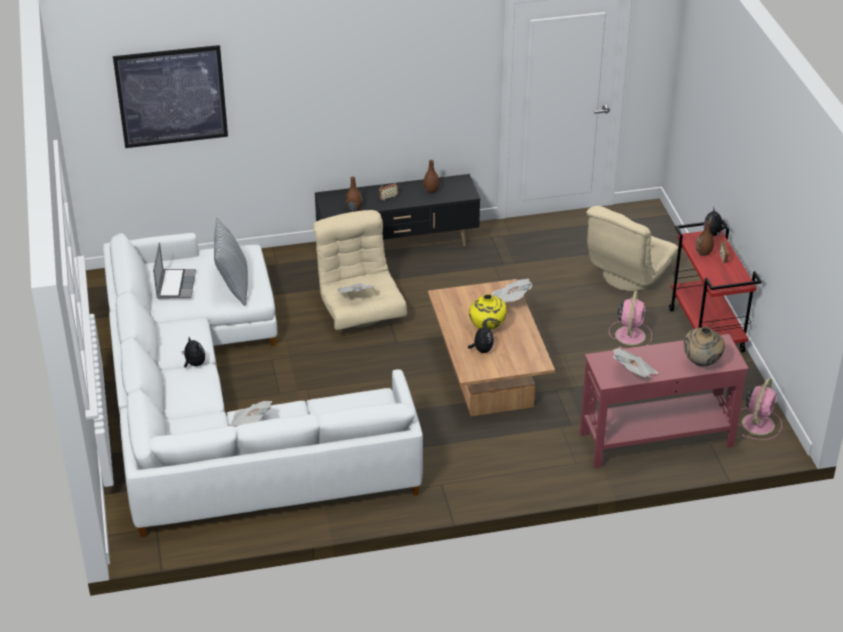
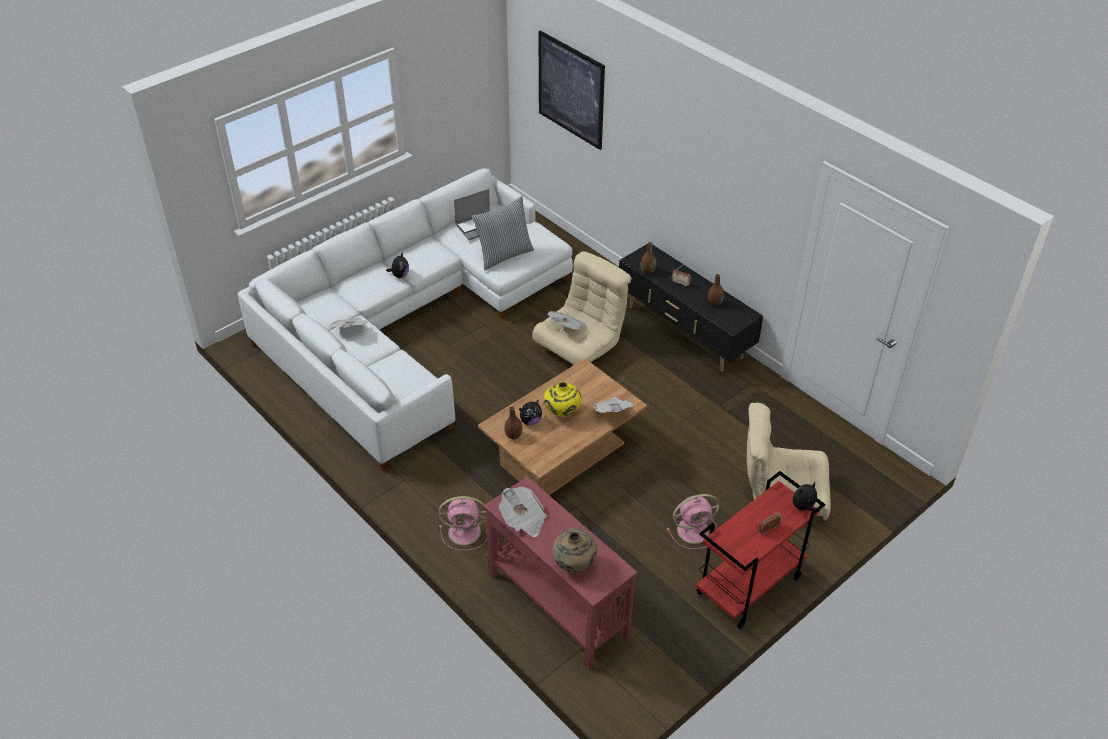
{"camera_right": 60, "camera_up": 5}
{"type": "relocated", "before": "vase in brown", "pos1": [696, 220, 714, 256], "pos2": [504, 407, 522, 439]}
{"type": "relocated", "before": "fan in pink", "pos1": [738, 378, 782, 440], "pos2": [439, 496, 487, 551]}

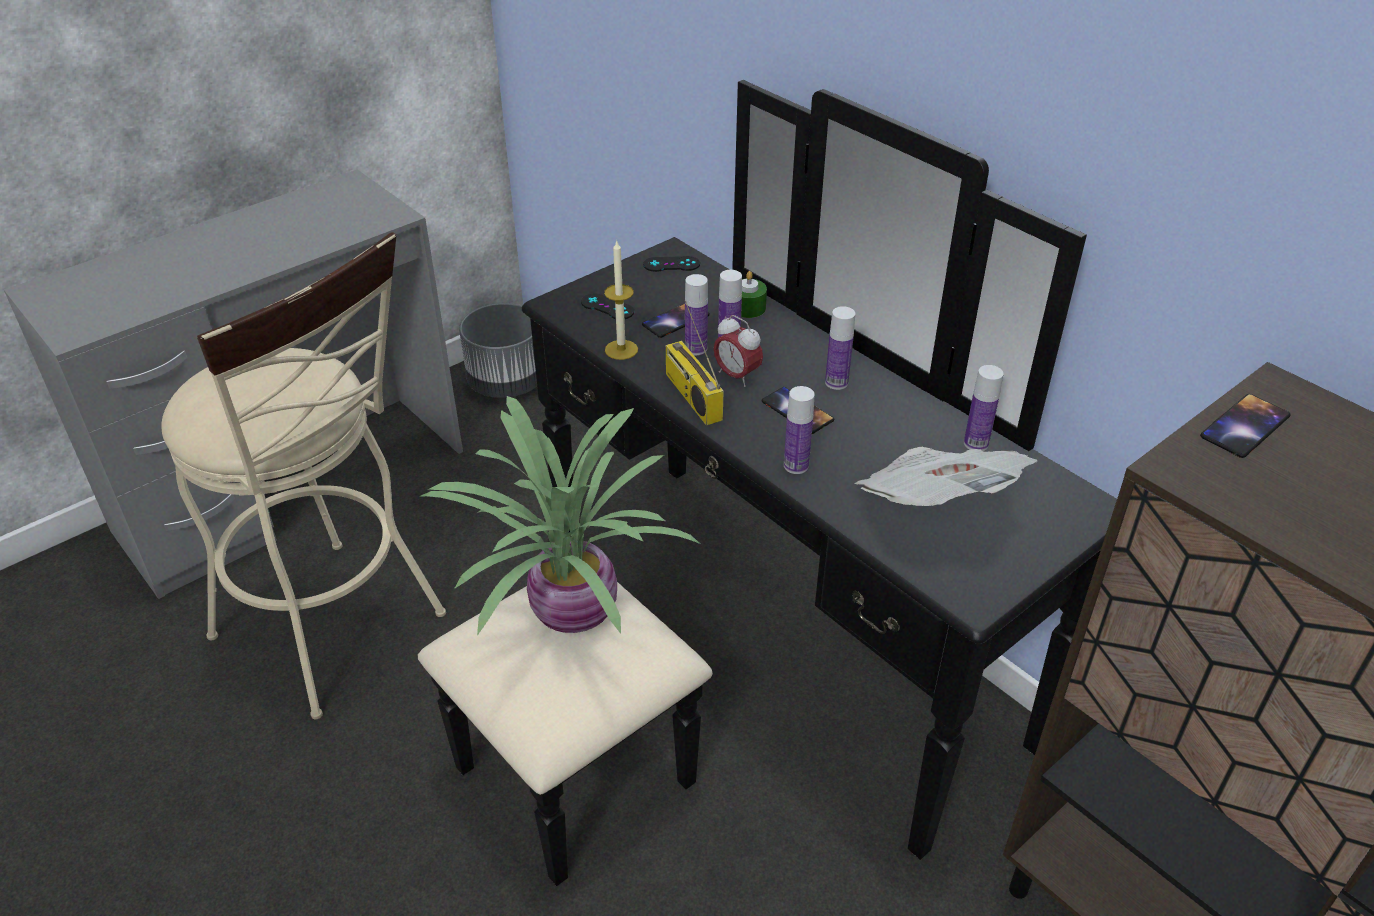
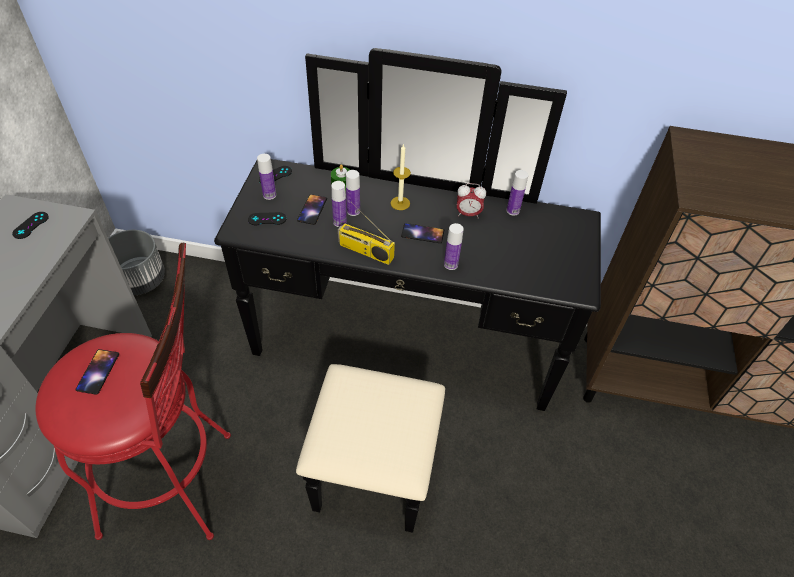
{"camera_right": -40, "camera_up": 10}
{"type": "colour", "before": "stool in beige", "after": "stool in red", "pos1": [162, 232, 446, 719], "pos2": [35, 243, 231, 540]}
{"type": "missing", "before": "potted plant", "pos1": [421, 396, 702, 636]}
{"type": "relocated", "before": "candle", "pos1": [604, 240, 638, 360], "pos2": [390, 145, 411, 210]}
{"type": "relocated", "before": "alarm clock", "pos1": [714, 315, 763, 387], "pos2": [457, 183, 486, 217]}
{"type": "relocated", "before": "bottle", "pos1": [825, 306, 855, 390], "pos2": [257, 154, 276, 200]}
{"type": "missing", "before": "newspaper", "pos1": [855, 447, 1037, 506]}
{"type": "relocated", "before": "phone", "pos1": [1200, 394, 1290, 458], "pos2": [76, 349, 119, 395]}
{"type": "appeared", "after": "game controller in black", "pos2": [12, 212, 49, 239]}

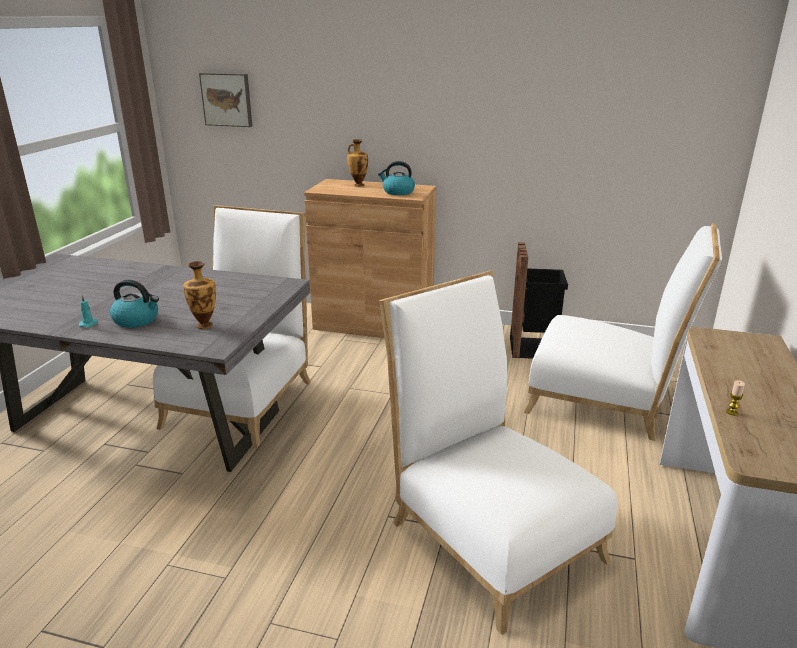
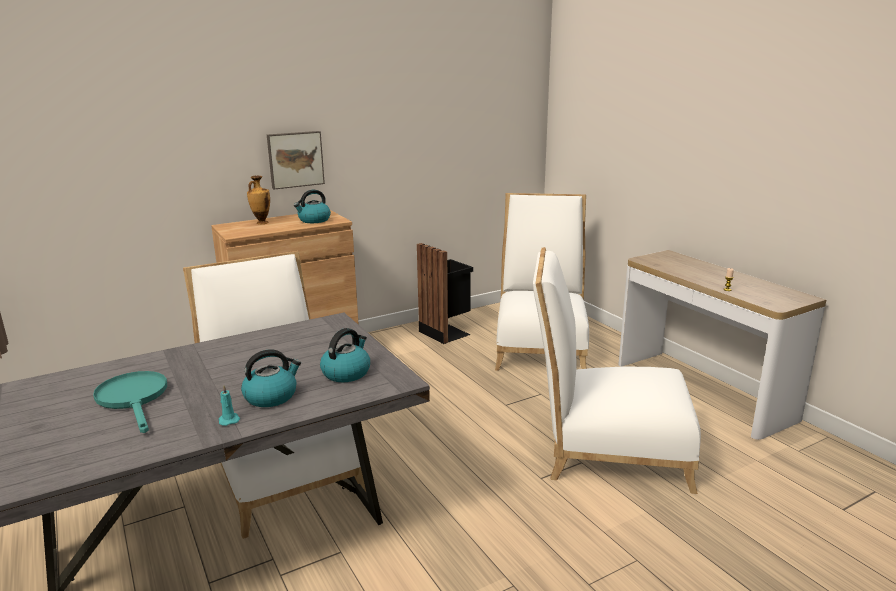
{"camera_right": -45, "camera_up": -5}
{"type": "exchanged", "before": "vase", "after": "kettle", "pos1": [183, 261, 216, 329], "pos2": [320, 328, 370, 382]}
{"type": "relocated", "before": "picture", "pos1": [199, 73, 252, 127], "pos2": [267, 131, 325, 189]}
{"type": "spun", "before": "chair in white", "pos1": [524, 223, 722, 441], "pos2": [495, 193, 589, 371], "turn": -60}
{"type": "appeared", "after": "frying pan in turquoise", "pos2": [93, 371, 167, 433]}

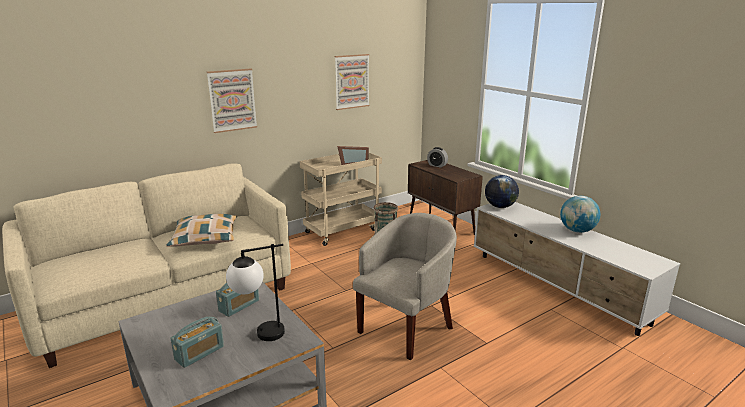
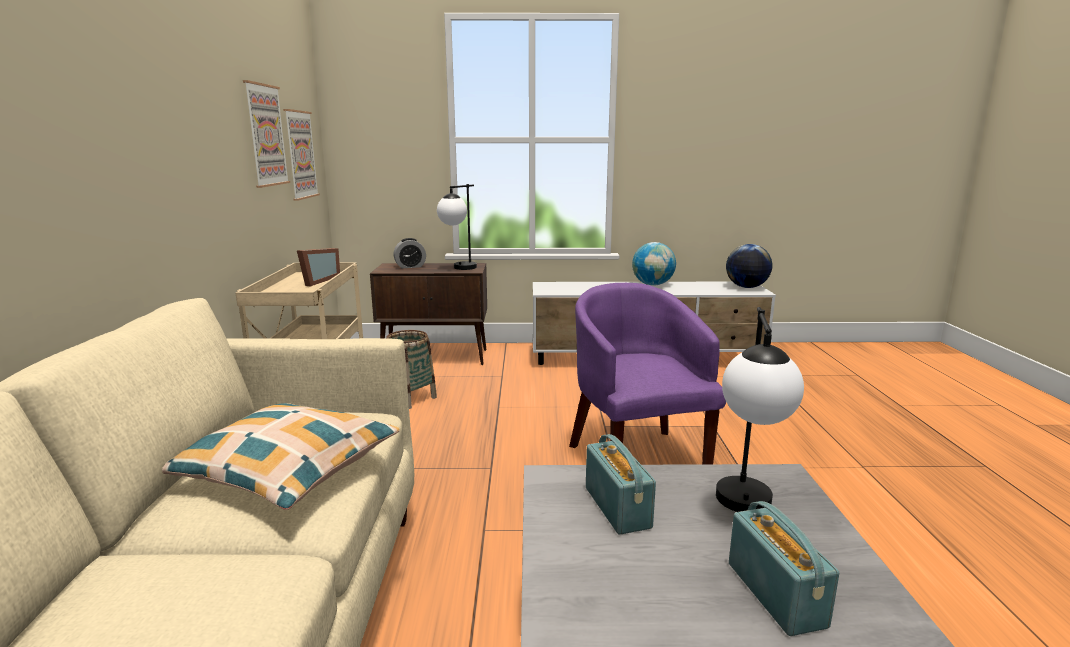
{"camera_right": -55, "camera_up": -5}
{"type": "relocated", "before": "picture", "pos1": [207, 69, 257, 133], "pos2": [283, 109, 320, 201]}
{"type": "colour", "before": "armchair in beige", "after": "armchair in purple", "pos1": [353, 213, 457, 360], "pos2": [569, 283, 726, 464]}
{"type": "relocated", "before": "globe", "pos1": [485, 175, 519, 208], "pos2": [726, 244, 772, 288]}
{"type": "appeared", "after": "table lamp", "pos2": [437, 184, 477, 270]}

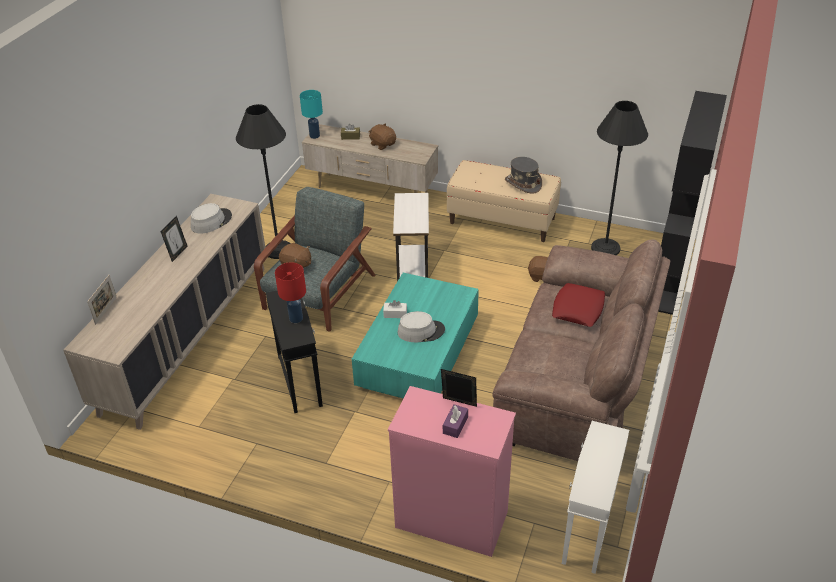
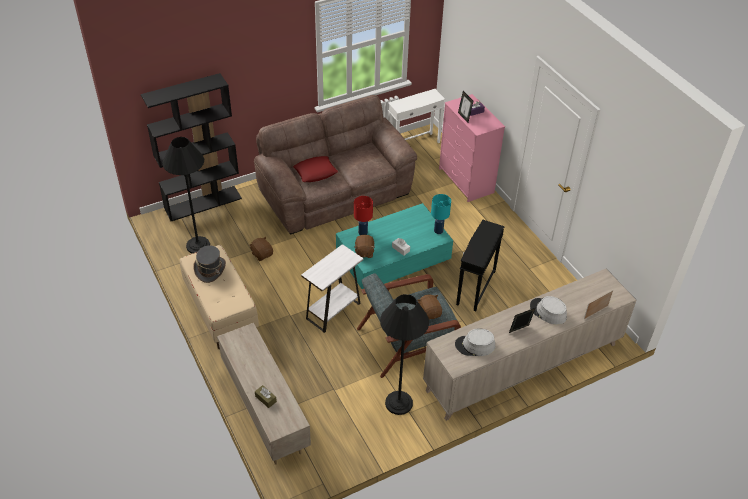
{"camera_right": -140, "camera_up": 5}
{"type": "relocated", "before": "table lamp in red", "pos1": [275, 262, 306, 323], "pos2": [354, 196, 373, 235]}
{"type": "relocated", "before": "table lamp in turquoise", "pos1": [300, 90, 323, 139], "pos2": [431, 194, 451, 234]}
{"type": "relocated", "before": "plush toy in brown", "pos1": [368, 123, 396, 150], "pos2": [354, 235, 375, 258]}
{"type": "relocated", "before": "hat in grey", "pos1": [398, 311, 445, 342], "pos2": [530, 296, 567, 325]}

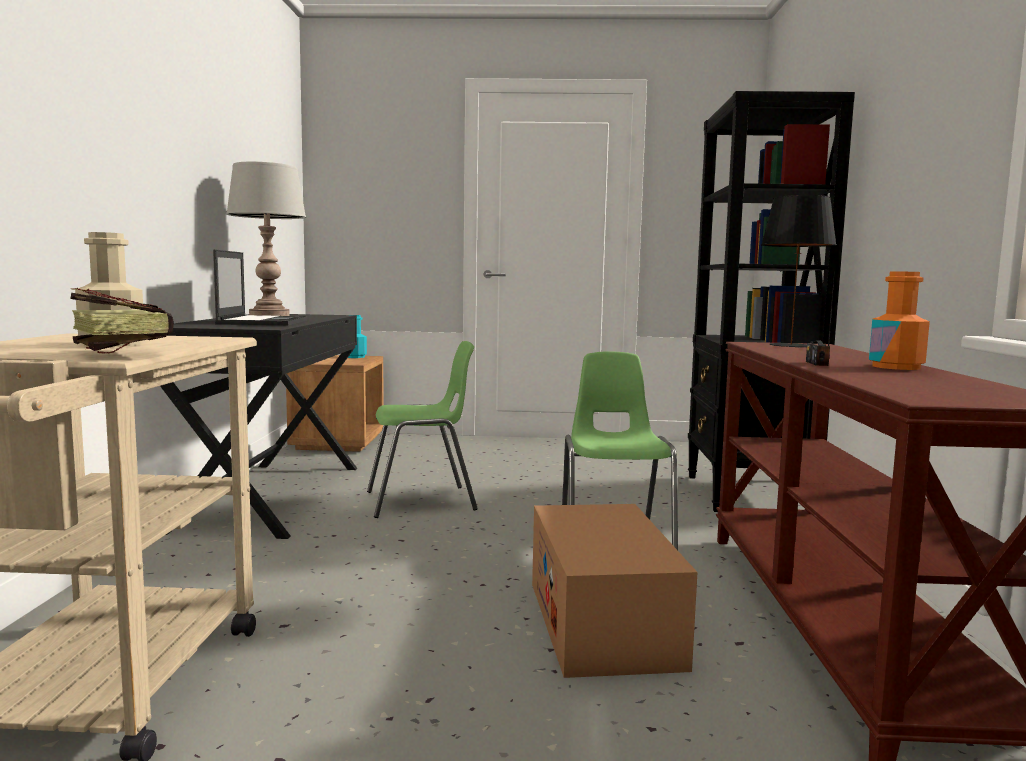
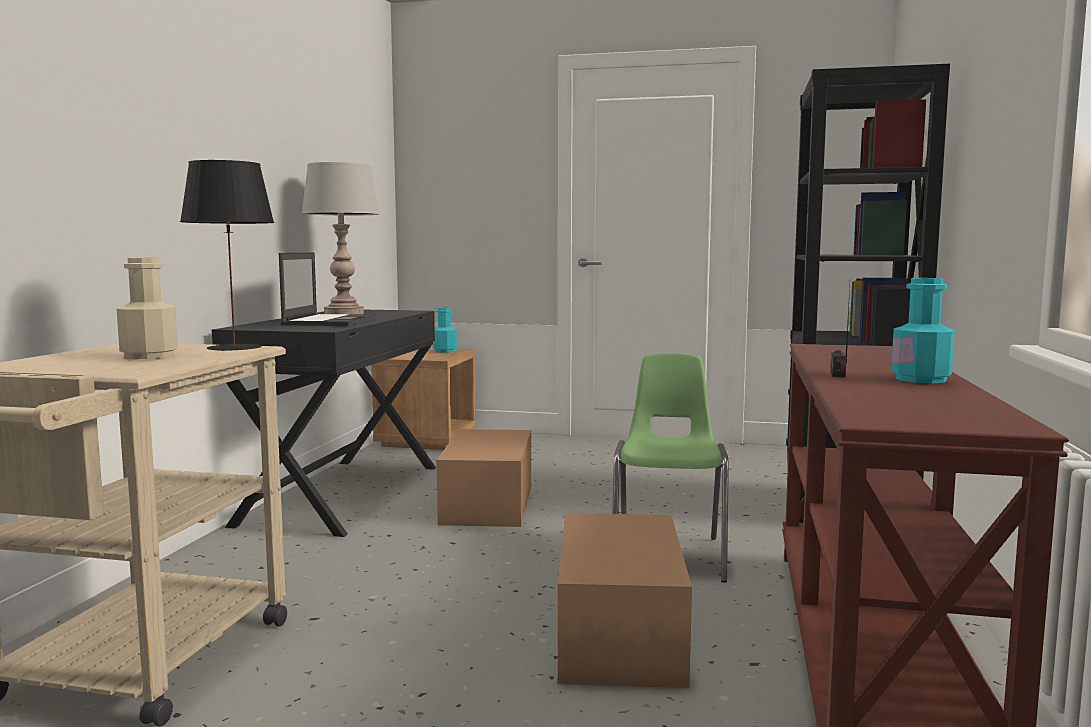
{"camera_right": 10, "camera_up": 0}
{"type": "missing", "before": "book", "pos1": [70, 288, 174, 354]}
{"type": "exchanged", "before": "chair in green", "after": "cardboard box", "pos1": [367, 341, 478, 518], "pos2": [437, 429, 531, 527]}
{"type": "relocated", "before": "table lamp in black", "pos1": [761, 195, 837, 348], "pos2": [180, 160, 274, 351]}
{"type": "colour", "before": "bottle in orange", "after": "bottle in turquoise", "pos1": [869, 272, 930, 370], "pos2": [891, 278, 955, 383]}

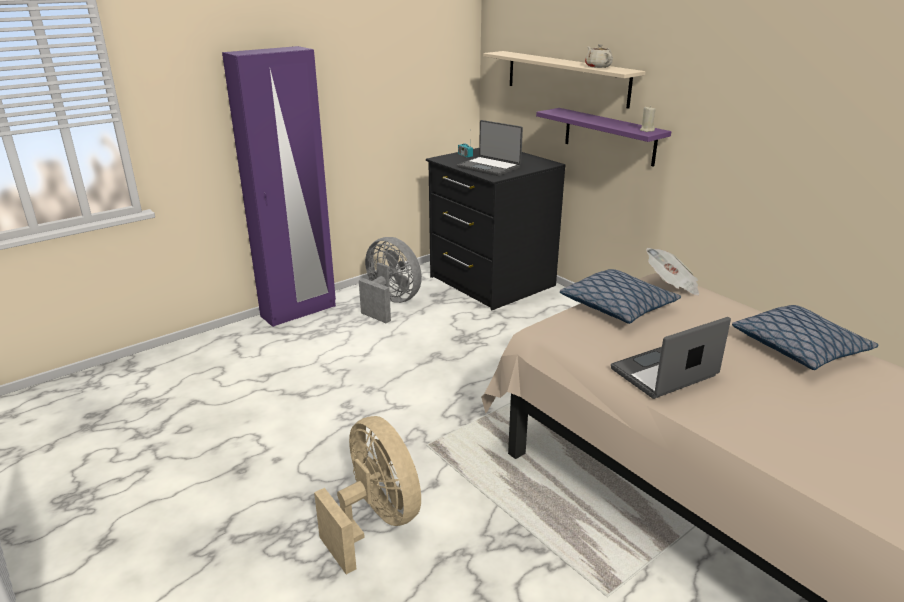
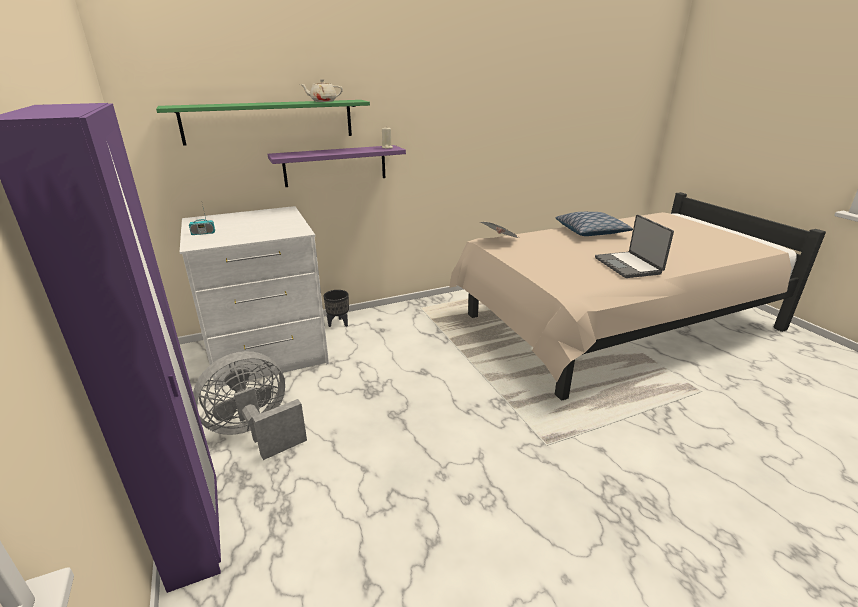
{"camera_right": -75, "camera_up": 0}
{"type": "missing", "before": "fan in beige", "pos1": [314, 416, 421, 574]}
{"type": "colour", "before": "dresser in black", "after": "dresser in white", "pos1": [426, 148, 566, 310], "pos2": [180, 206, 329, 390]}
{"type": "missing", "before": "laptop", "pos1": [457, 120, 523, 176]}
{"type": "colour", "before": "shelf in beige", "after": "shelf in green", "pos1": [483, 51, 646, 109], "pos2": [156, 100, 370, 146]}
{"type": "missing", "before": "pillow", "pos1": [560, 269, 681, 324]}
{"type": "appeared", "after": "planter in black", "pos2": [323, 290, 349, 327]}

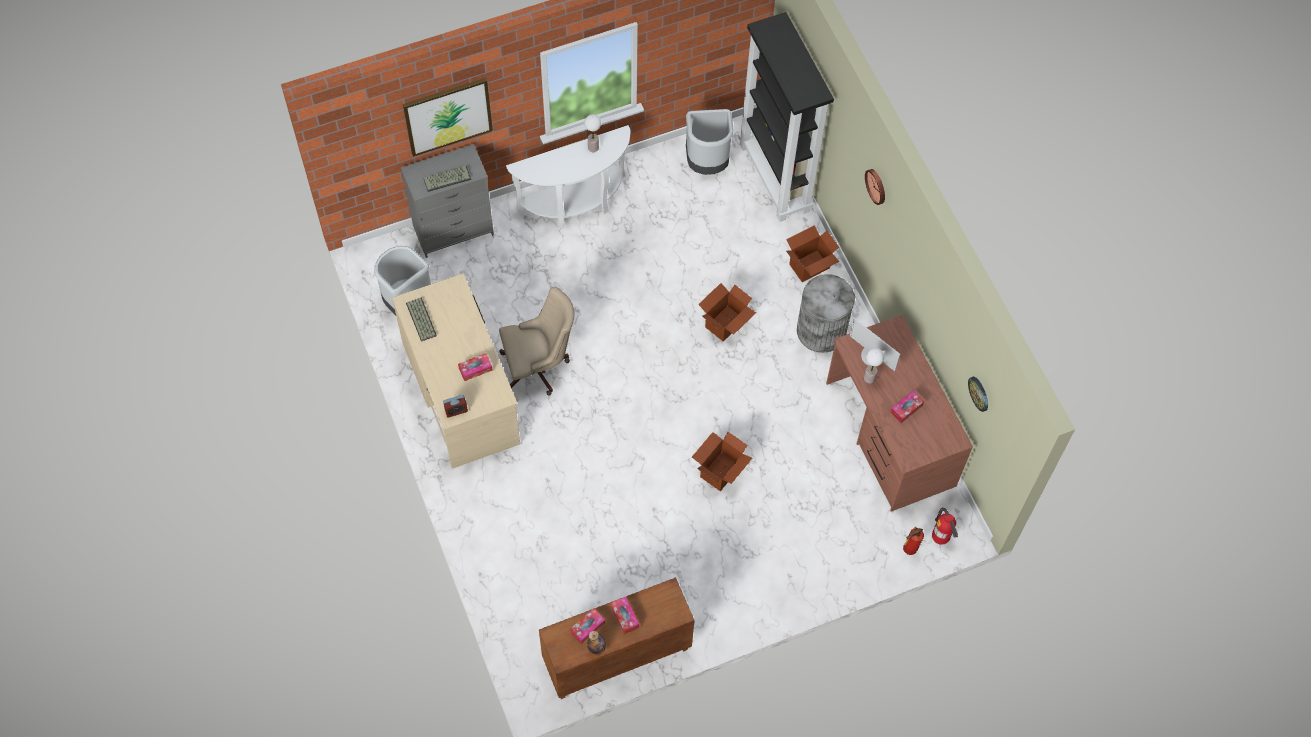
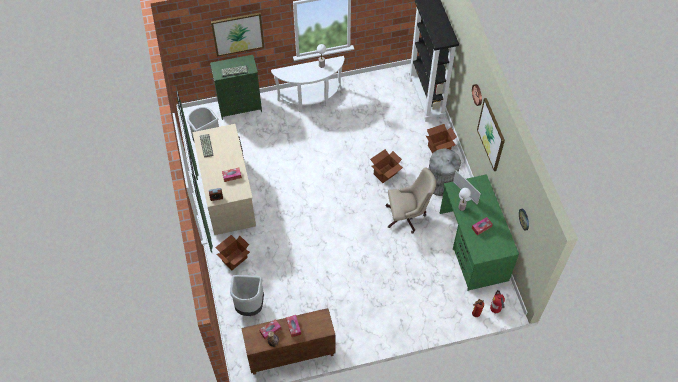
{"camera_right": 10, "camera_up": -5}
{"type": "colour", "before": "dresser in grey", "after": "dresser in green", "pos1": [401, 144, 494, 258], "pos2": [210, 55, 262, 120]}
{"type": "relocated", "before": "office chair in beige", "pos1": [499, 287, 574, 395], "pos2": [386, 168, 436, 234]}
{"type": "relocated", "before": "trash can in grey", "pos1": [686, 109, 733, 175], "pos2": [230, 275, 264, 316]}
{"type": "relocated", "before": "cardboard box", "pos1": [692, 432, 752, 491], "pos2": [215, 235, 250, 270]}
{"type": "colour", "before": "desk in brown", "after": "desk in green", "pos1": [826, 315, 973, 512], "pos2": [440, 174, 519, 291]}
{"type": "appeared", "after": "picture", "pos2": [477, 98, 505, 171]}

